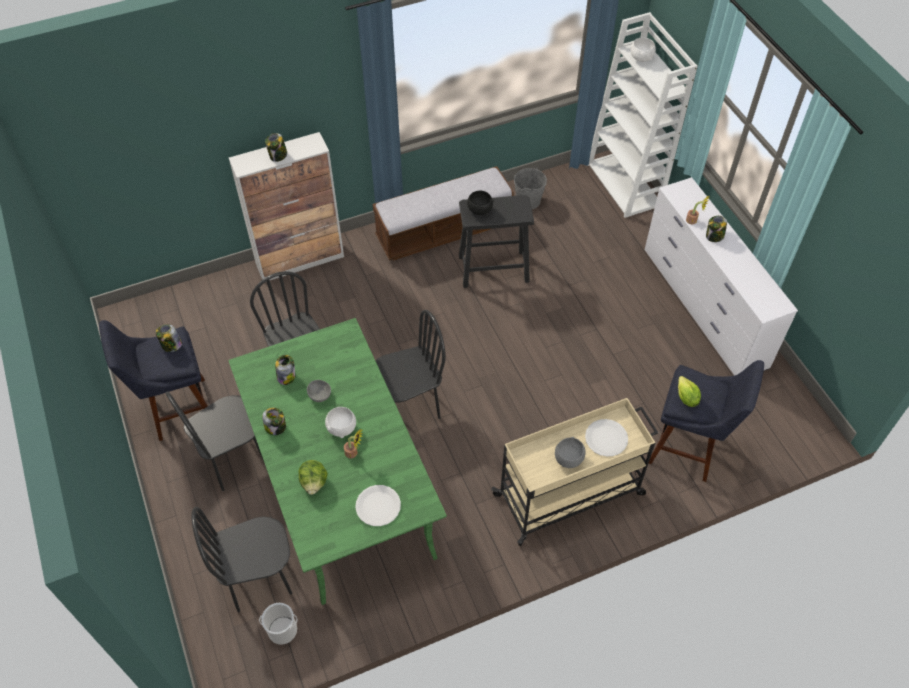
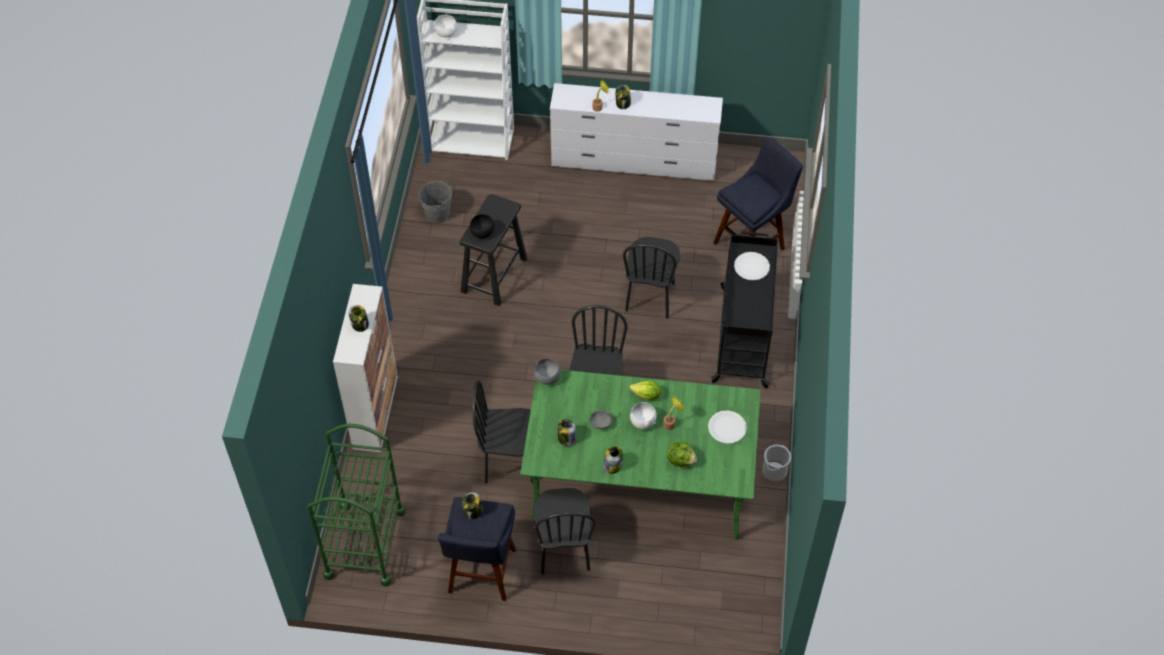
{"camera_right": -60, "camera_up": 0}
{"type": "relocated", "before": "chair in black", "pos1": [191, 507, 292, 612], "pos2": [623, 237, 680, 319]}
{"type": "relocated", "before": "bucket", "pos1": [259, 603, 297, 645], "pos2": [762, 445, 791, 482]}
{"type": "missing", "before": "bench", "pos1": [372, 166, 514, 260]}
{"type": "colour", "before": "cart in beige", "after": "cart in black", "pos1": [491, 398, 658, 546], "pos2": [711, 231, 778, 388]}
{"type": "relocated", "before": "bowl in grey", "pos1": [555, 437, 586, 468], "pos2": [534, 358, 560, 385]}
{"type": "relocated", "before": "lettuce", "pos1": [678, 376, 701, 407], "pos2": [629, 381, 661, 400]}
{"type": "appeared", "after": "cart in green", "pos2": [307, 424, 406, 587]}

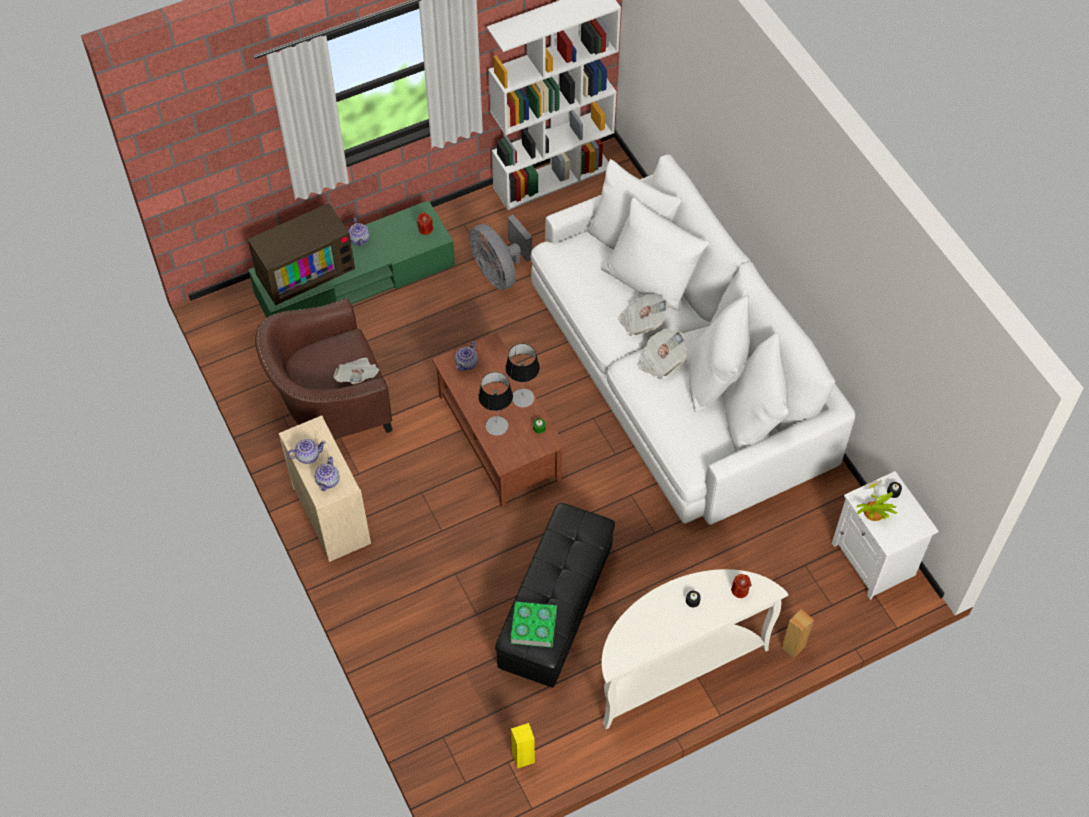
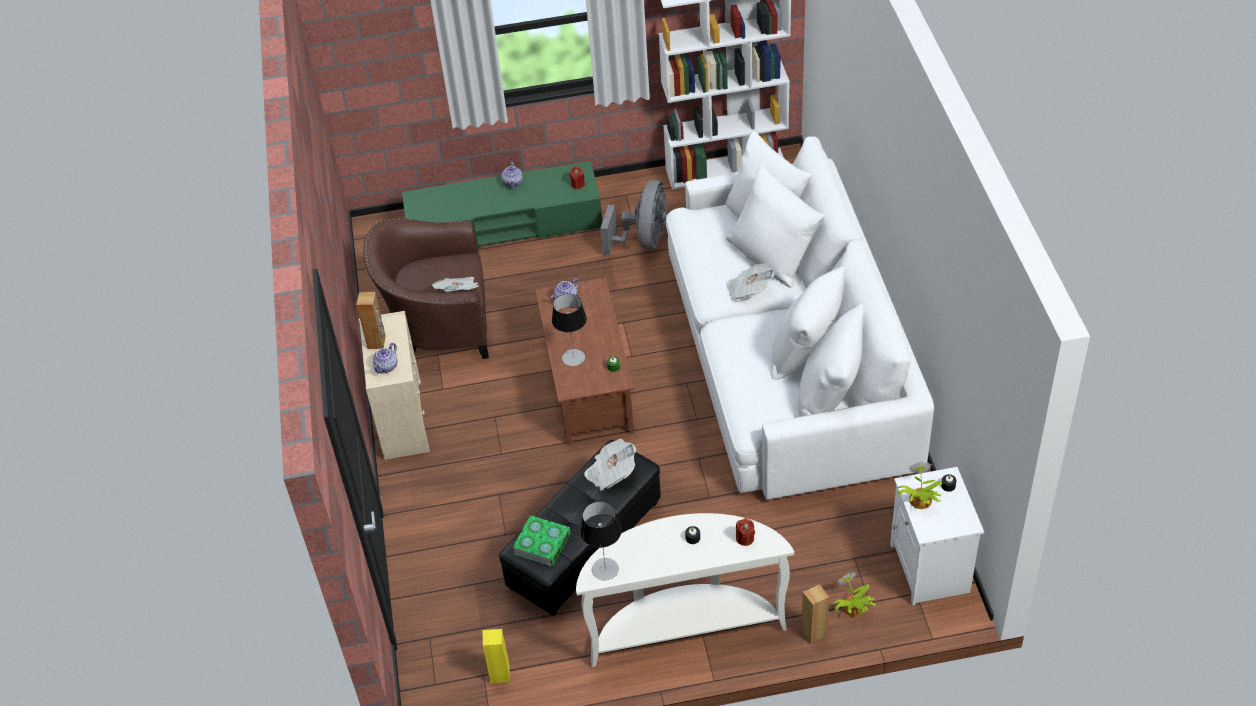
{"camera_right": 20, "camera_up": -10}
{"type": "missing", "before": "television", "pos1": [248, 203, 355, 305]}
{"type": "exchanged", "before": "teapot", "after": "speaker in brown", "pos1": [287, 439, 326, 464], "pos2": [356, 292, 386, 349]}
{"type": "spun", "before": "fan in grey", "pos1": [469, 215, 532, 290], "pos2": [600, 180, 667, 255], "turn": -150}
{"type": "relocated", "before": "table lamp", "pos1": [505, 344, 540, 407], "pos2": [581, 501, 622, 580]}
{"type": "relocated", "before": "newspaper", "pos1": [638, 328, 688, 379], "pos2": [584, 439, 637, 491]}
{"type": "appeared", "after": "potted plant", "pos2": [833, 572, 876, 617]}

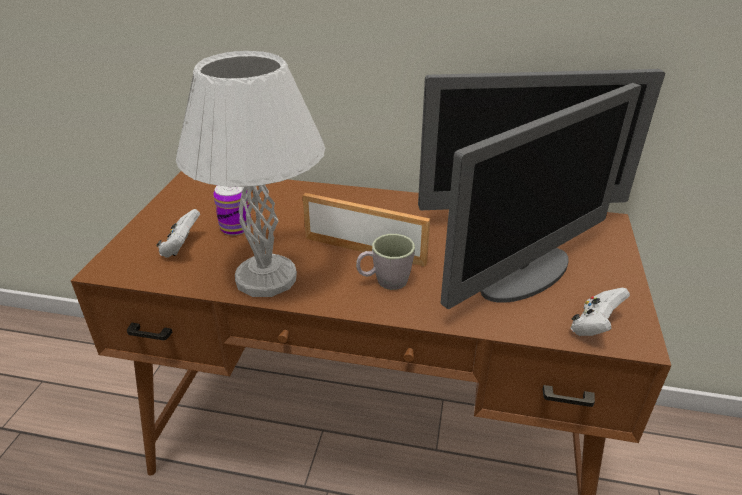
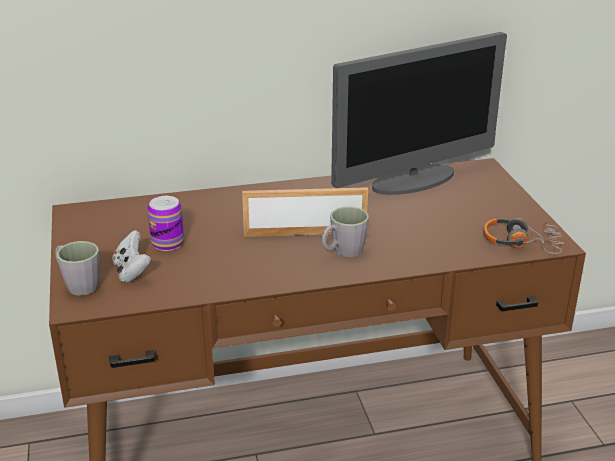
{"camera_right": -25, "camera_up": -5}
{"type": "missing", "before": "table lamp in white", "pos1": [176, 51, 325, 297]}
{"type": "missing", "before": "monitor", "pos1": [441, 83, 642, 309]}
{"type": "exchanged", "before": "game controller in white", "after": "headphones", "pos1": [571, 288, 630, 336], "pos2": [483, 218, 564, 254]}
{"type": "appeared", "after": "mug in grey", "pos2": [55, 241, 99, 296]}

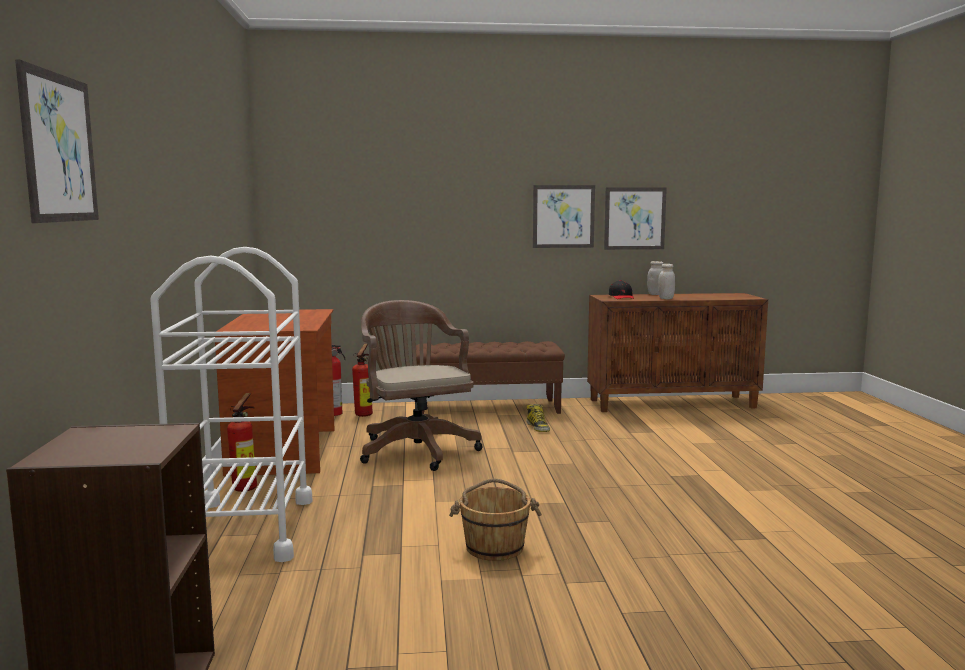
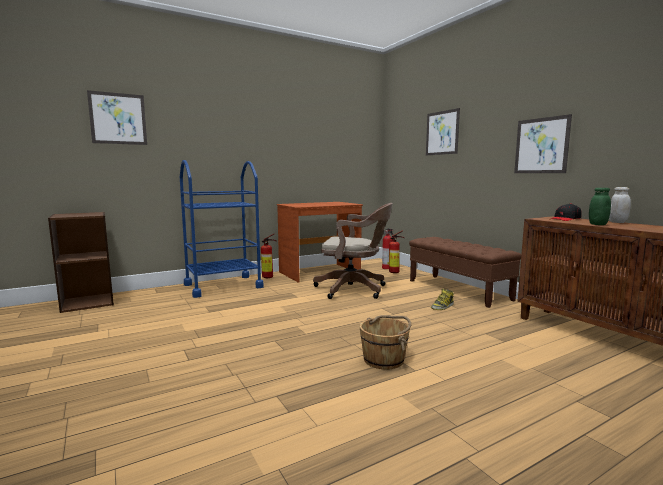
{"camera_right": 65, "camera_up": 0}
{"type": "colour", "before": "cart in white", "after": "cart in blue", "pos1": [150, 247, 313, 562], "pos2": [180, 160, 264, 298]}
{"type": "spun", "before": "office chair in brown", "pos1": [360, 300, 483, 471], "pos2": [313, 203, 393, 299], "turn": 60}
{"type": "relocated", "before": "bucket in brown", "pos1": [449, 479, 542, 561], "pos2": [360, 315, 411, 370]}
{"type": "relocated", "before": "picture", "pos1": [604, 187, 667, 250], "pos2": [426, 108, 460, 155]}
{"type": "colour", "before": "jar in white", "after": "jar in green", "pos1": [658, 264, 675, 299], "pos2": [589, 188, 611, 225]}

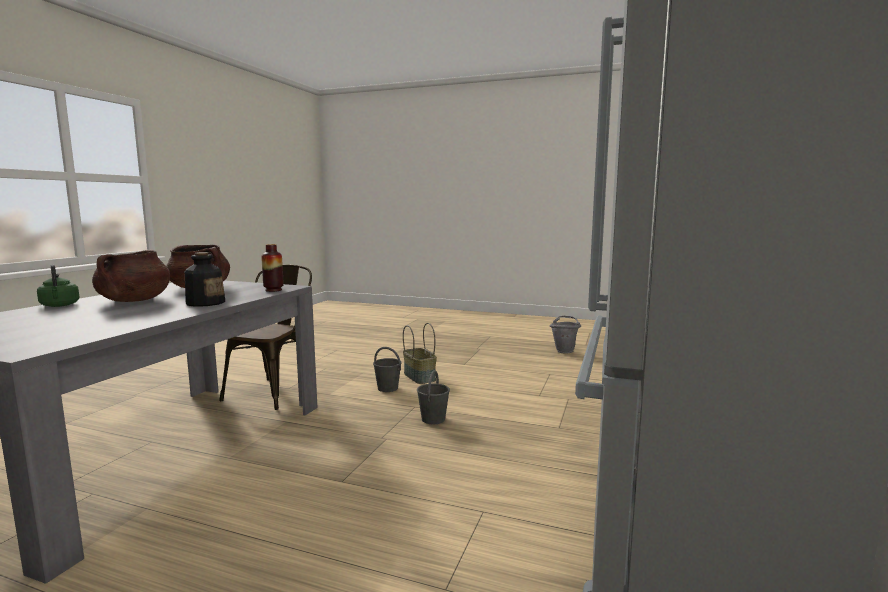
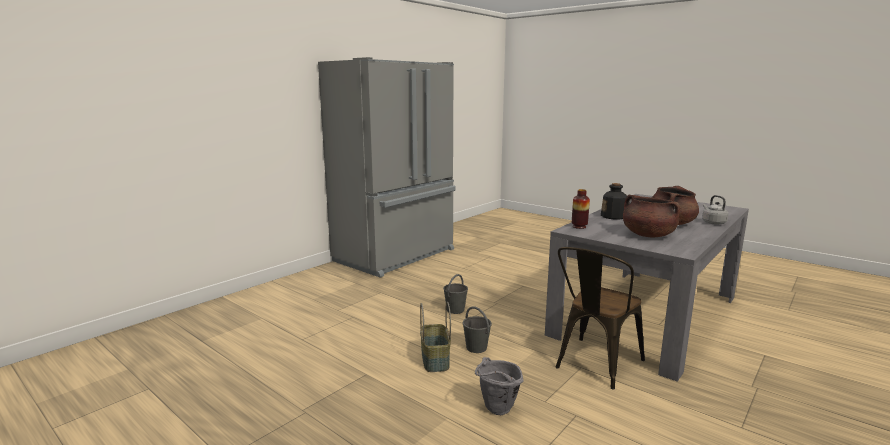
{"camera_right": -160, "camera_up": 5}
{"type": "colour", "before": "kettle in green", "after": "kettle in grey", "pos1": [37, 264, 80, 307], "pos2": [702, 195, 728, 225]}
{"type": "relocated", "before": "bucket in grey", "pos1": [549, 316, 581, 354], "pos2": [475, 357, 524, 415]}

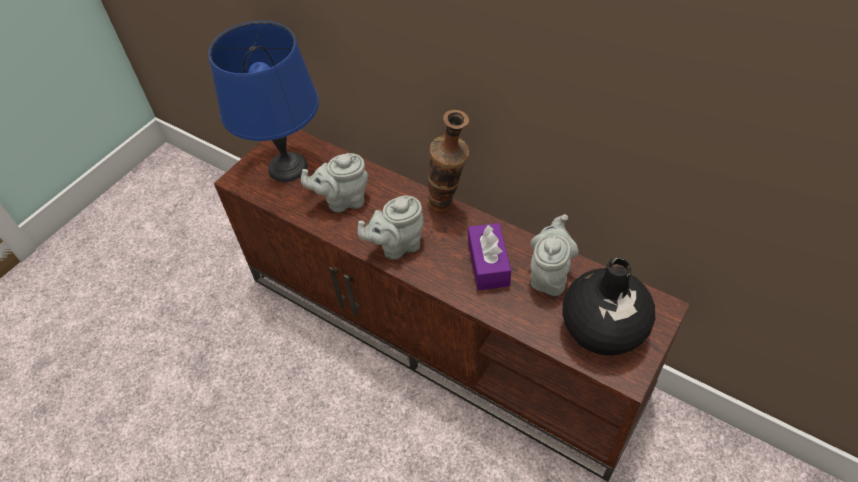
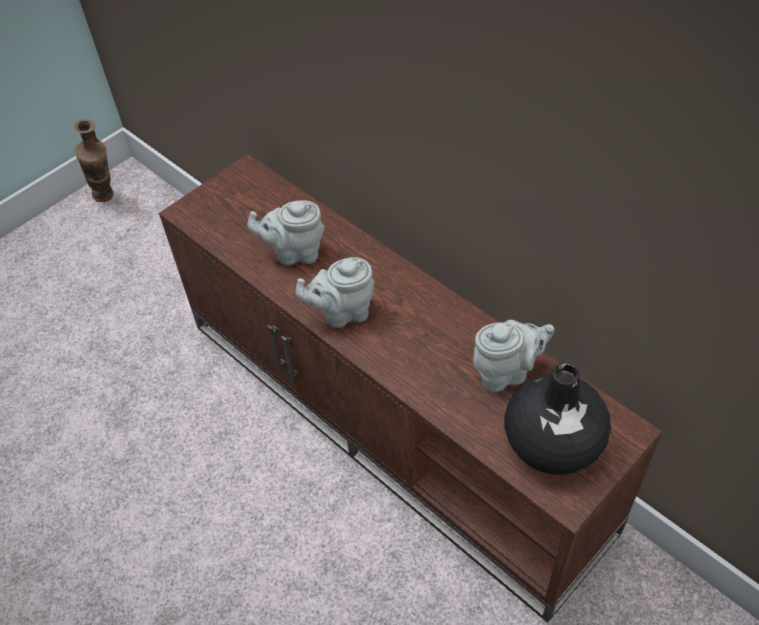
{"camera_right": 10, "camera_up": 0}
{"type": "missing", "before": "table lamp in blue", "pos1": [208, 21, 319, 182]}
{"type": "relocated", "before": "vase", "pos1": [427, 110, 469, 213], "pos2": [74, 119, 113, 202]}
{"type": "missing", "before": "tissue box in purple", "pos1": [468, 223, 511, 290]}
{"type": "spun", "before": "teapot in grey", "pos1": [530, 214, 578, 296], "pos2": [473, 320, 555, 392], "turn": 45}

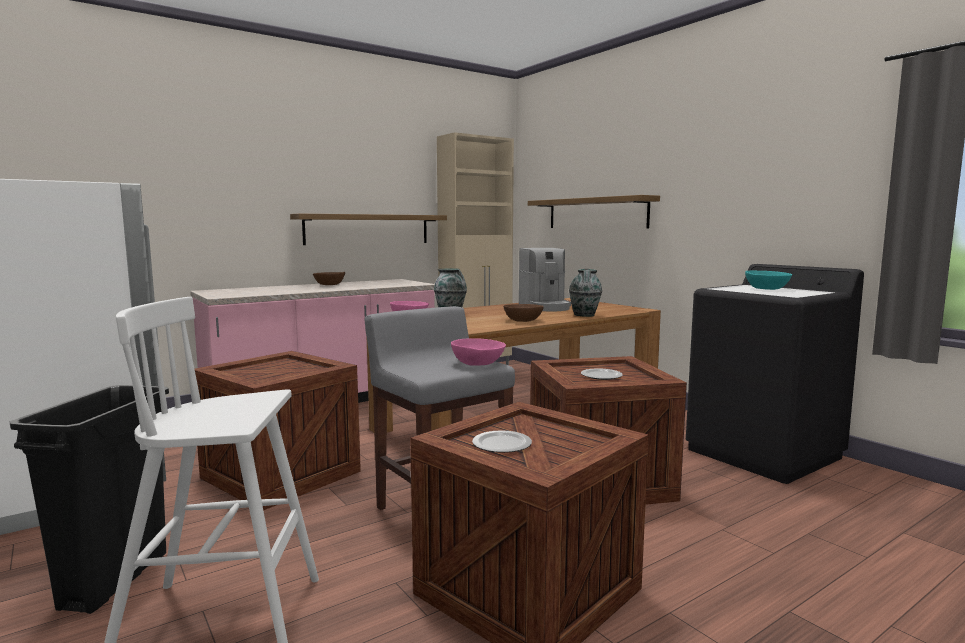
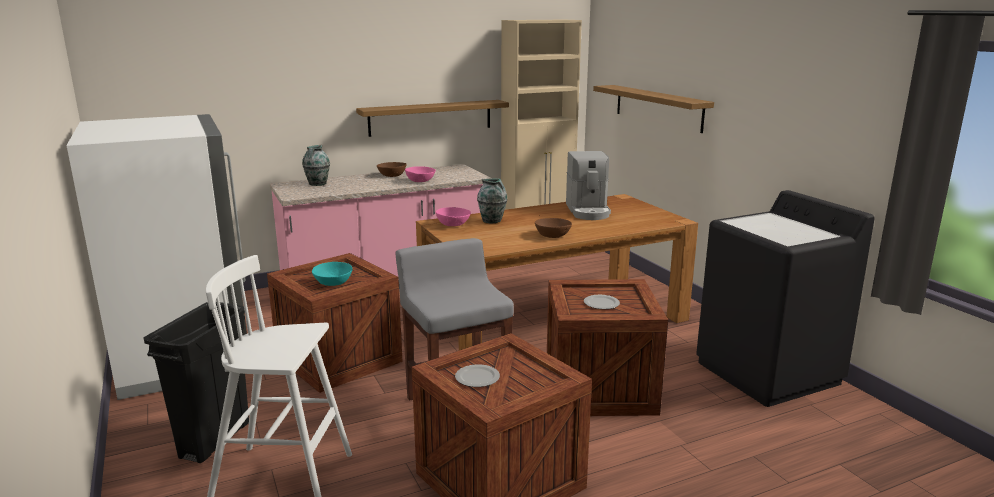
{"camera_right": 10, "camera_up": 10}
{"type": "relocated", "before": "bowl in pink", "pos1": [451, 338, 506, 366], "pos2": [405, 166, 436, 182]}
{"type": "relocated", "before": "vase", "pos1": [569, 269, 602, 317], "pos2": [302, 145, 330, 186]}
{"type": "relocated", "before": "bowl in turquoise", "pos1": [745, 271, 792, 290], "pos2": [312, 262, 353, 286]}

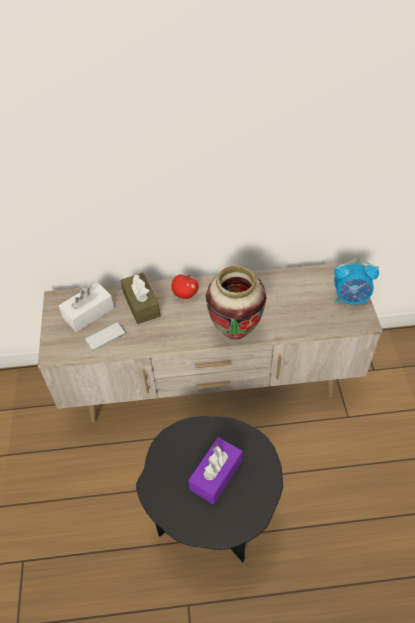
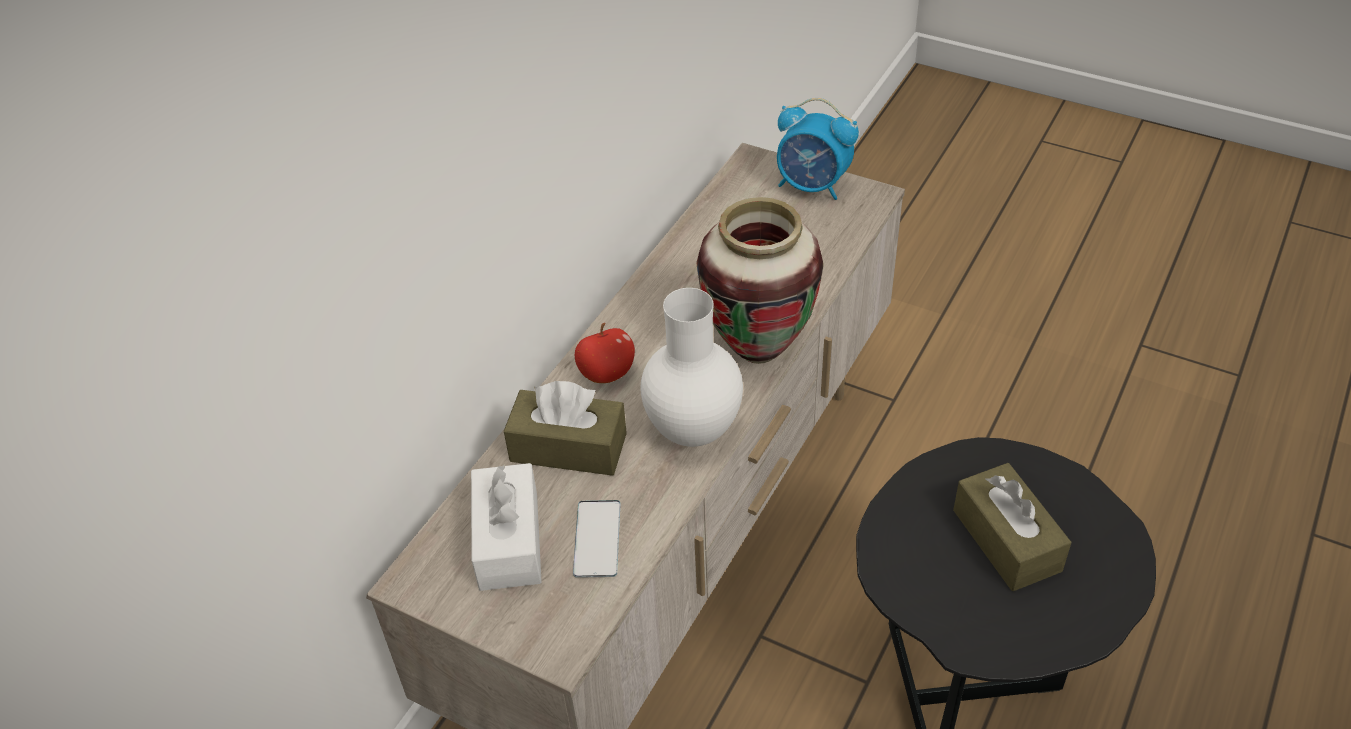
{"camera_right": -55, "camera_up": -5}
{"type": "colour", "before": "tissue box in purple", "after": "tissue box in brown", "pos1": [189, 437, 243, 505], "pos2": [953, 463, 1071, 591]}
{"type": "spun", "before": "alarm clock", "pos1": [334, 259, 379, 305], "pos2": [777, 98, 859, 200], "turn": 75}
{"type": "appeared", "after": "vase in white", "pos2": [641, 288, 743, 447]}

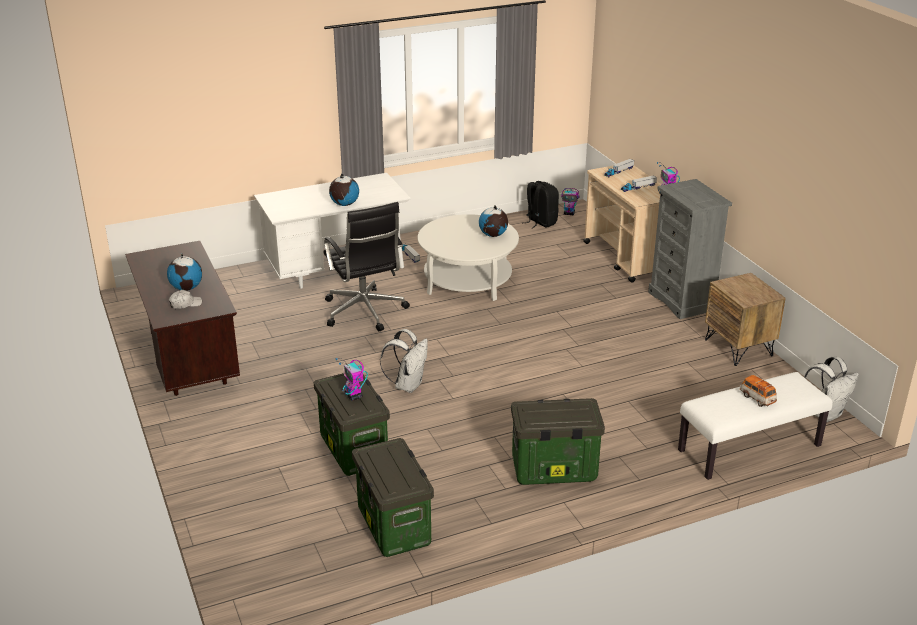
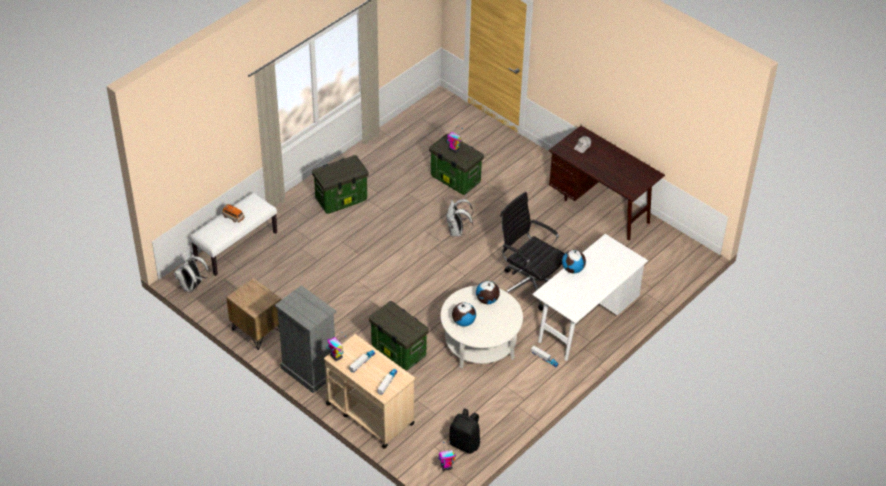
{"camera_right": 155, "camera_up": 15}
{"type": "relocated", "before": "globe", "pos1": [167, 253, 202, 291], "pos2": [476, 281, 500, 304]}
{"type": "relocated", "before": "storage box", "pos1": [352, 438, 434, 557], "pos2": [369, 301, 429, 371]}

